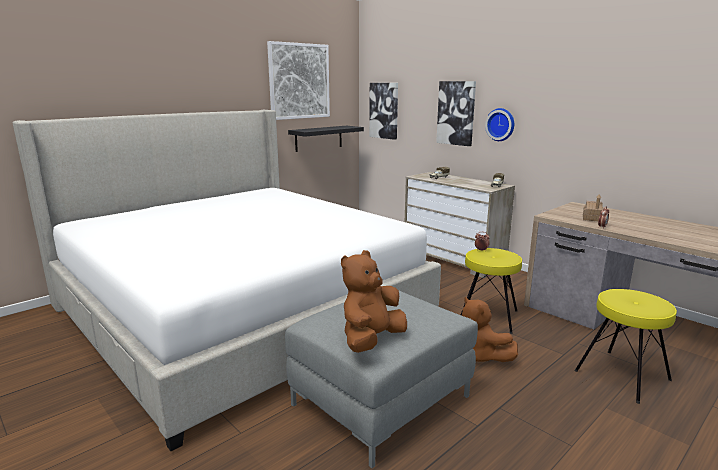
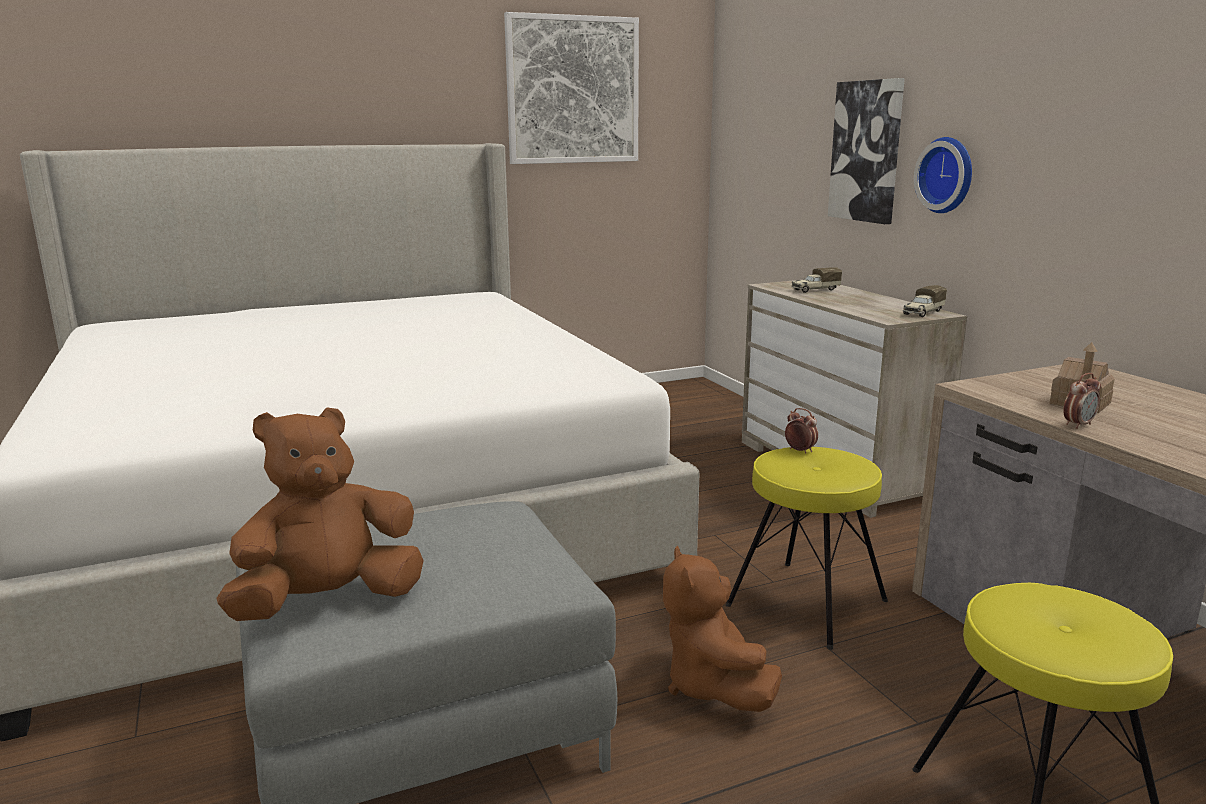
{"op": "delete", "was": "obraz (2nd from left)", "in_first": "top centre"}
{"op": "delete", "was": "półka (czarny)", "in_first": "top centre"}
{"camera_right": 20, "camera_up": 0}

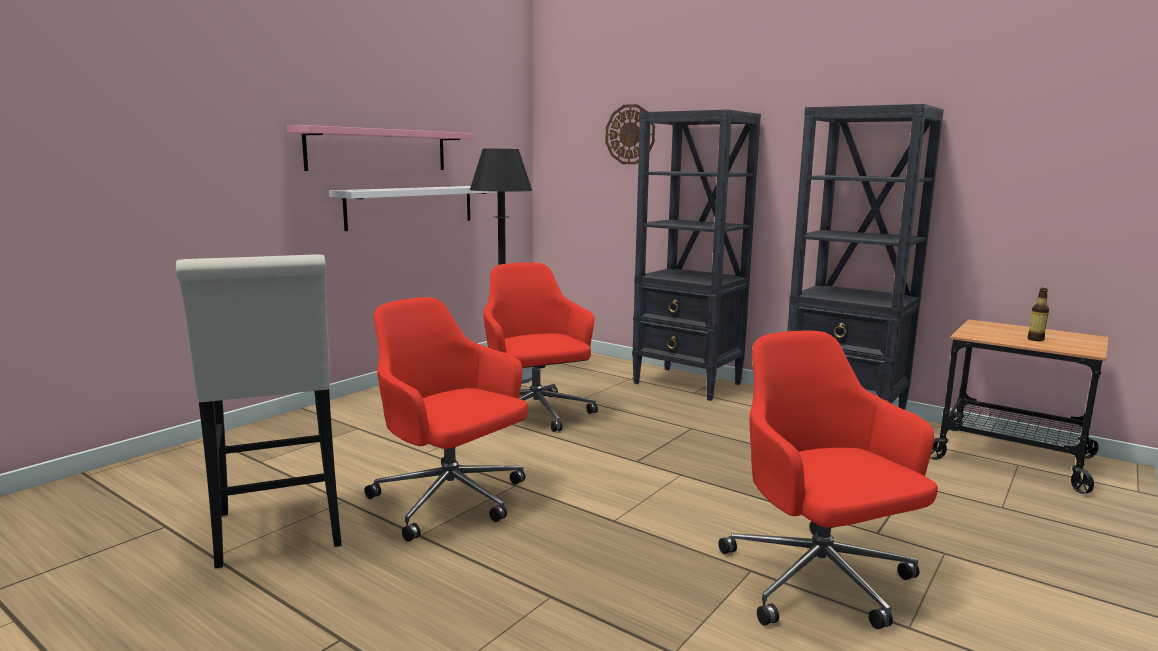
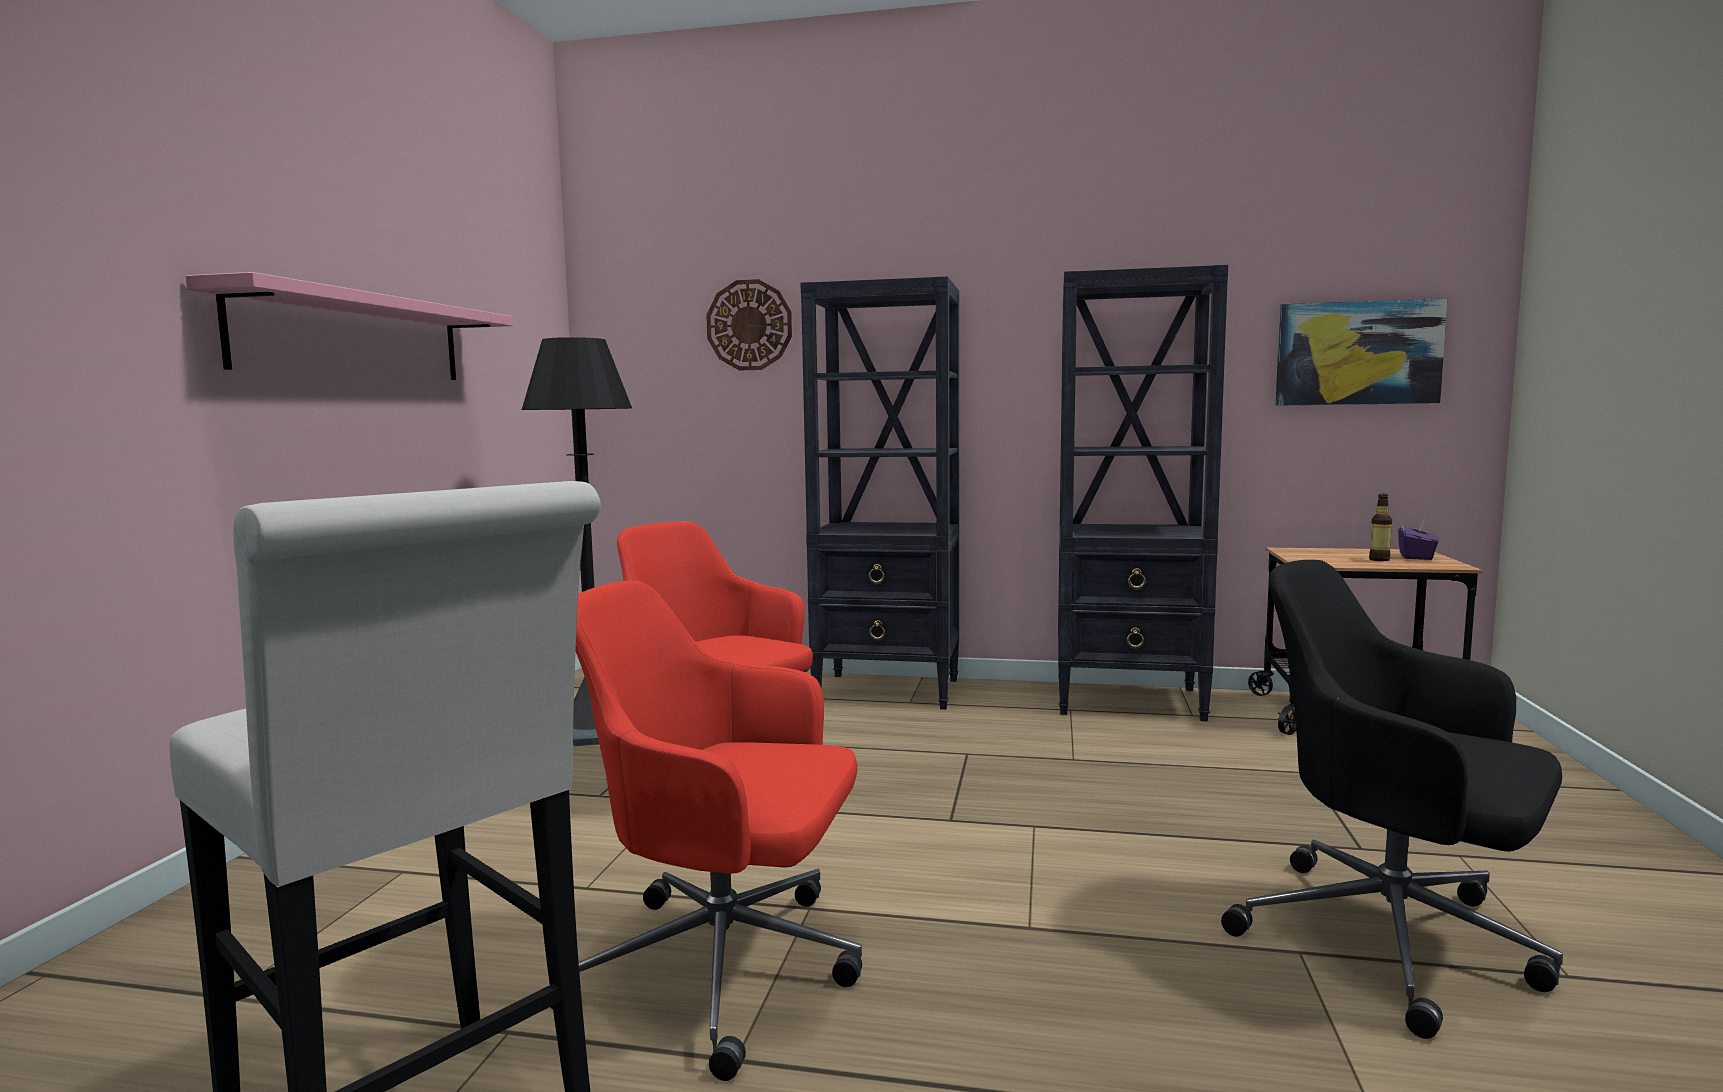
{"op": "delete", "was": "półka (biały)", "in_first": "top centre"}
{"op": "recolor", "was": "krzesło biurowe (czerwony) (3rd from left)", "now": "krzesło biurowe (czarny)", "in_first": "bottom right", "in_second": "bottom right"}
{"op": "insert", "now": "obraz", "in_second": "top right"}
{"op": "insert", "now": "pudełko chusteczek (fioletowy)", "in_second": "middle right"}
{"camera_right": -25, "camera_up": -5}

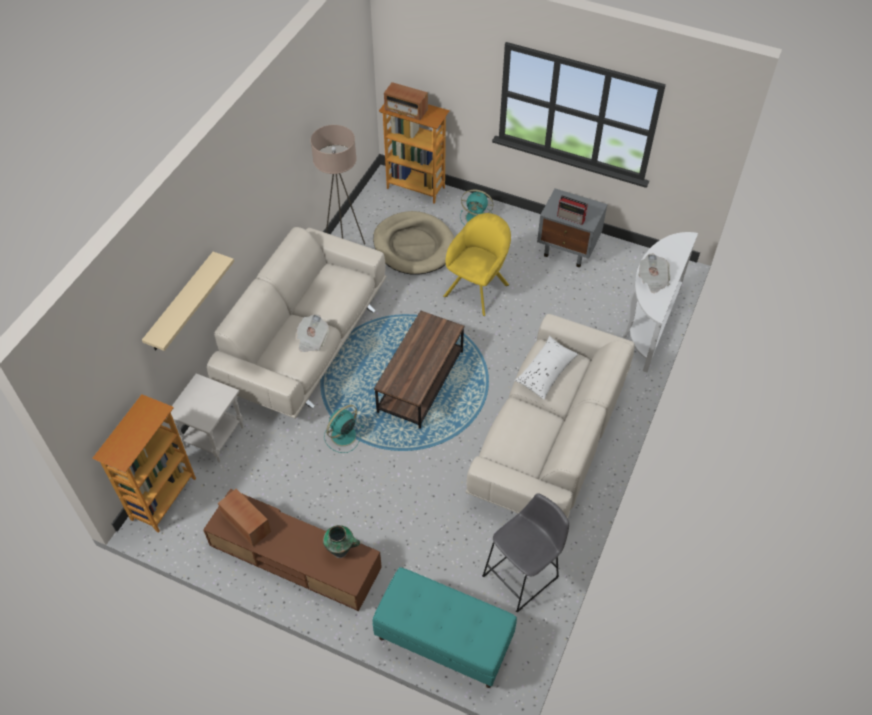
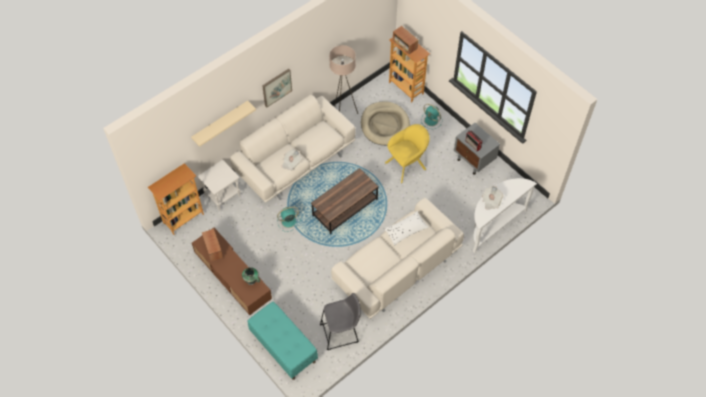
{"op": "insert", "now": "obraz", "in_second": "top centre"}
{"camera_right": 25, "camera_up": 5}

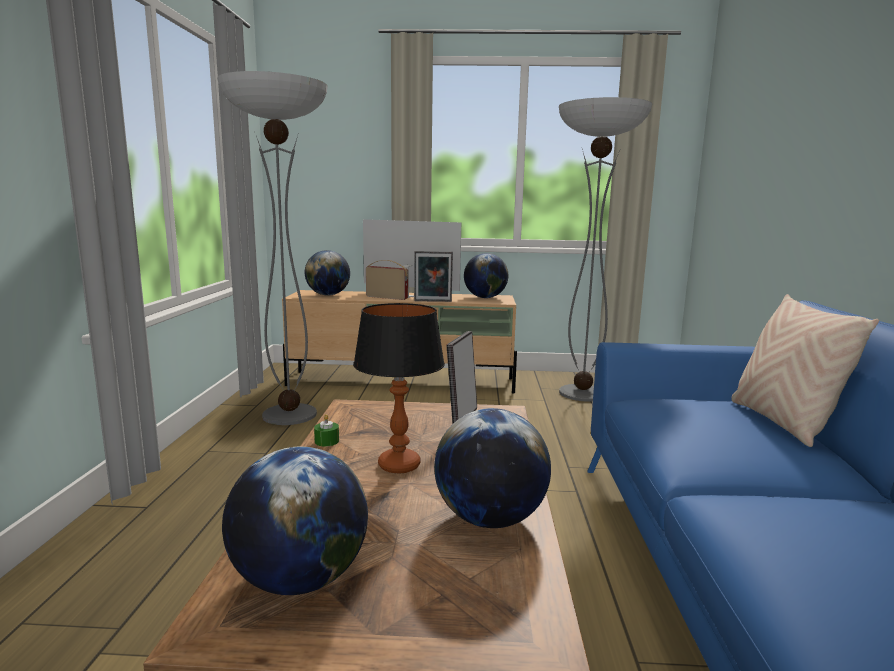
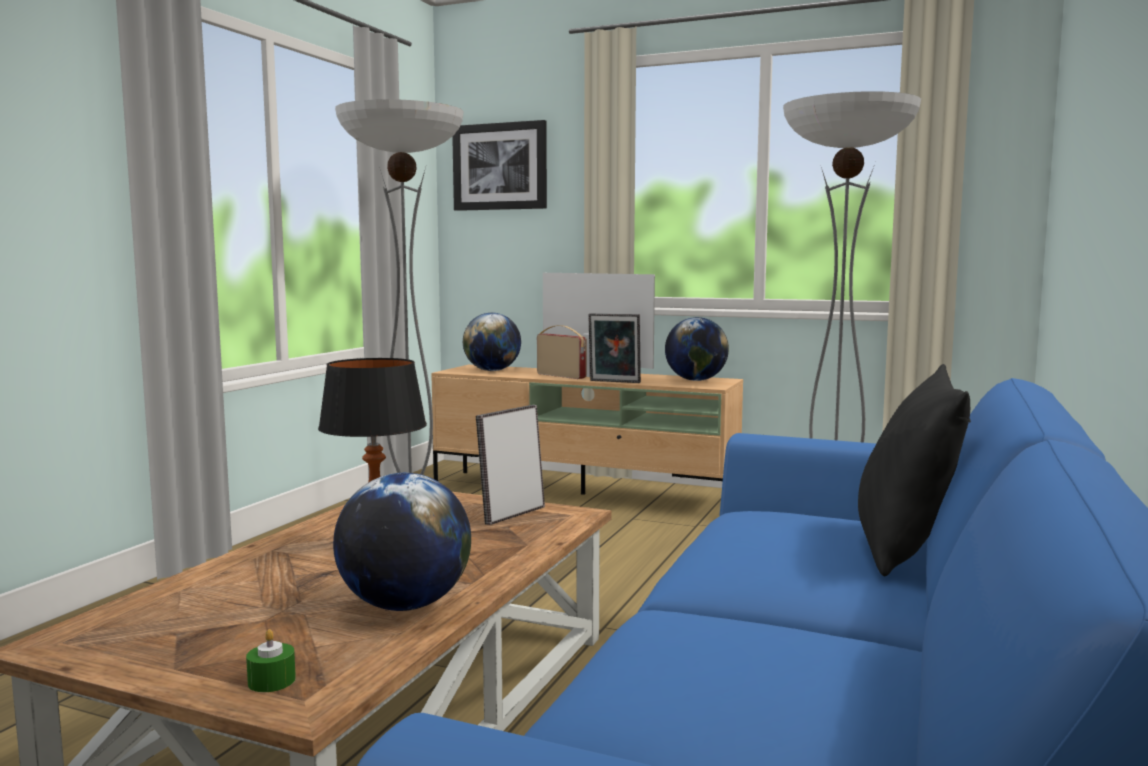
{"op": "recolor", "was": "poduszka (beżowy)", "now": "poduszka (czarny)", "in_first": "middle right", "in_second": "middle right"}
{"op": "move", "was": "świeca (zielony)", "in_first": "centre", "in_second": "bottom left"}
{"op": "delete", "was": "globus (1st from left)", "in_first": "bottom left"}
{"op": "insert", "now": "obraz", "in_second": "top centre"}
{"camera_right": 20, "camera_up": -5}

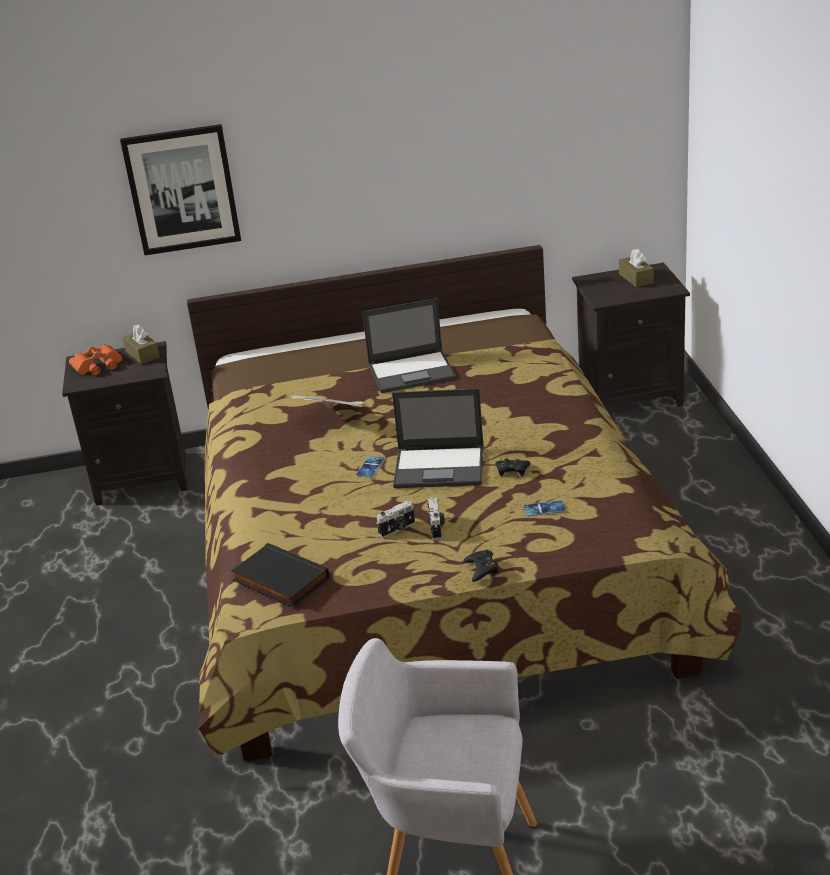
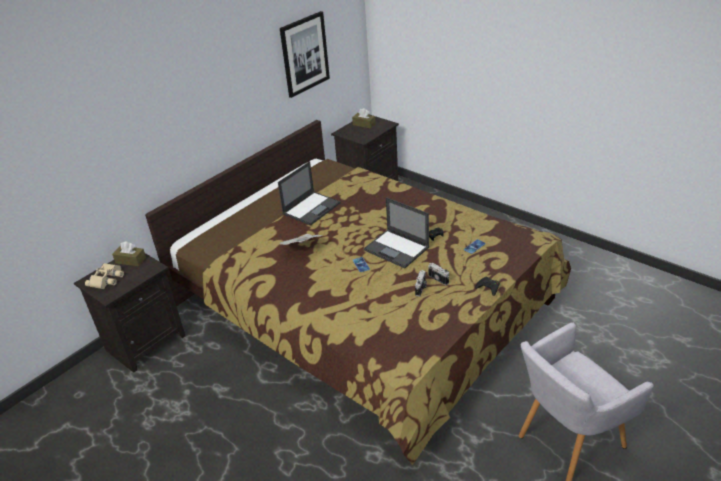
{"op": "move", "was": "obraz", "in_first": "top left", "in_second": "top centre"}
{"op": "recolor", "was": "lornetka (pomarańczowy)", "now": "lornetka (beżowy)", "in_first": "middle left", "in_second": "middle left"}
{"op": "rotate", "was": "laptop (2nd from left)", "in_first": "centre", "in_second": "centre", "clockwise": 75}
{"op": "delete", "was": "książka (czarny)", "in_first": "centre"}
{"camera_right": -40, "camera_up": 5}

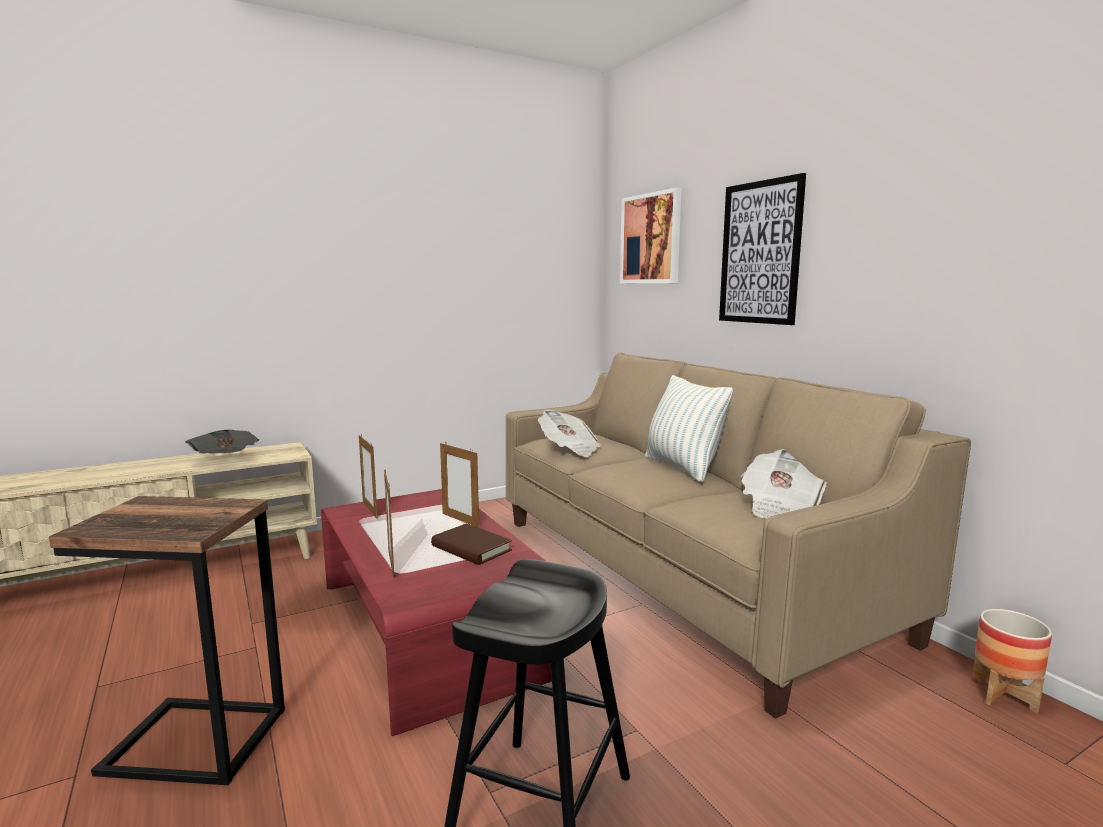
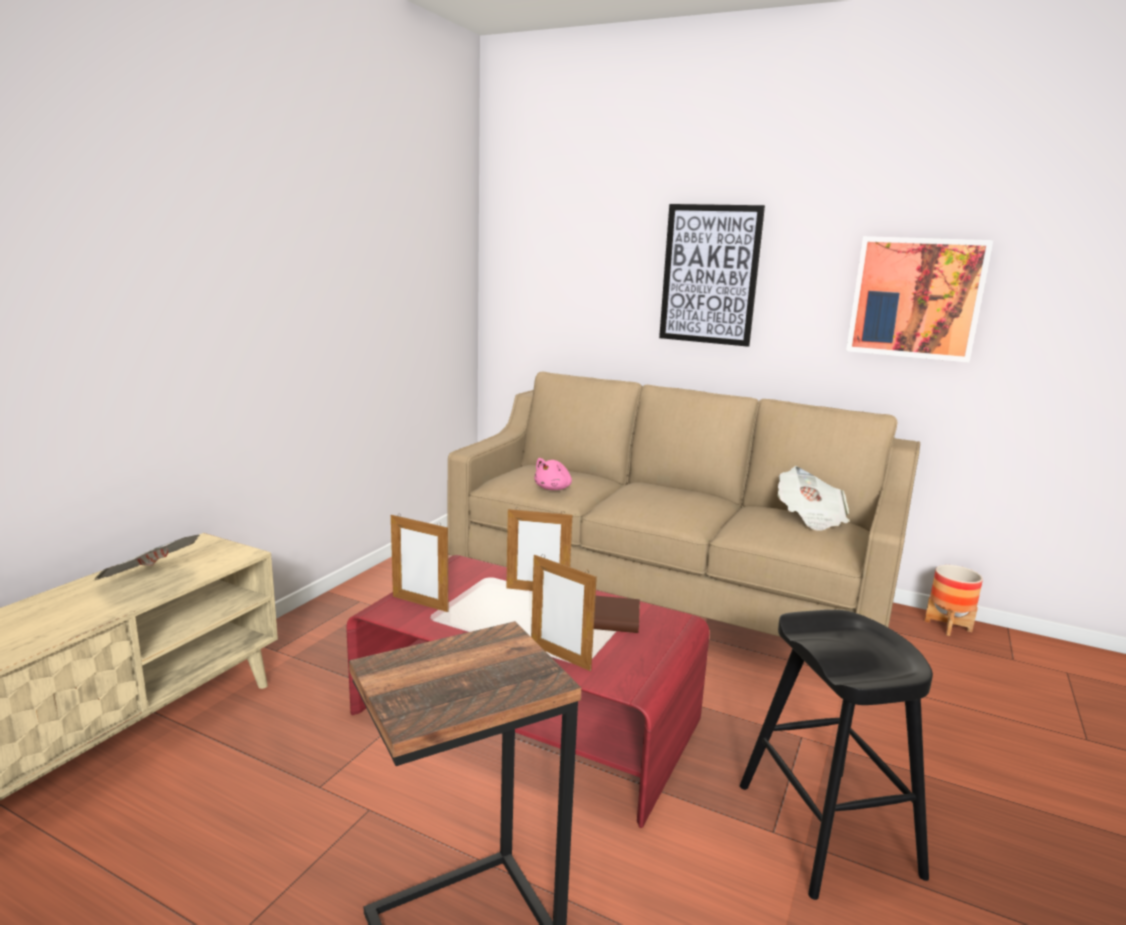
{"op": "move", "was": "obraz (1st from left in the first image)", "now": "obraz (2nd from left)", "in_first": "top centre", "in_second": "top right"}
{"op": "delete", "was": "poduszka", "in_first": "centre"}
{"op": "replace", "was": "gazeta (2nd from left)", "now": "pluszak (różowy)", "in_first": "centre", "in_second": "centre"}
{"camera_right": -35, "camera_up": 5}

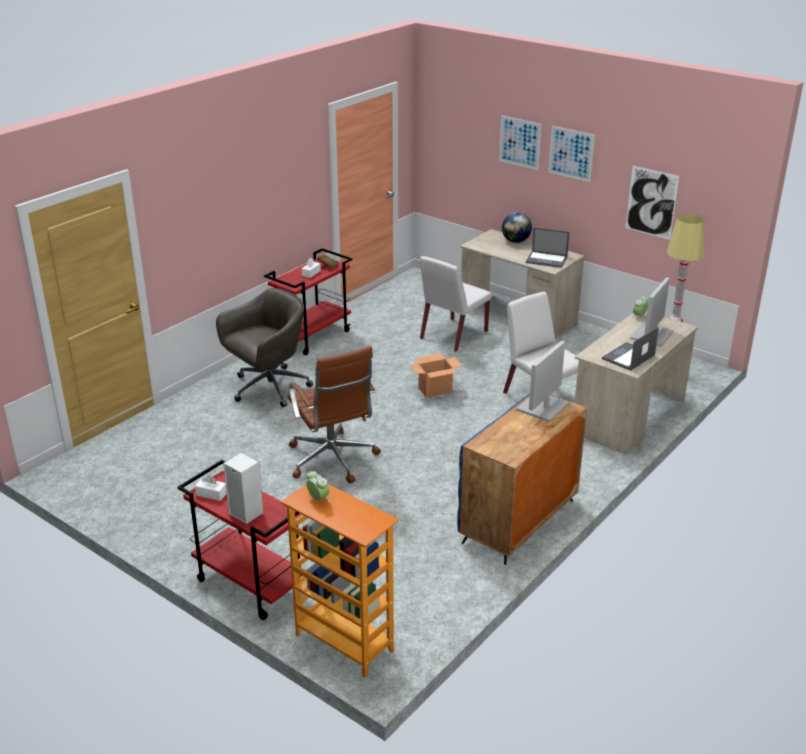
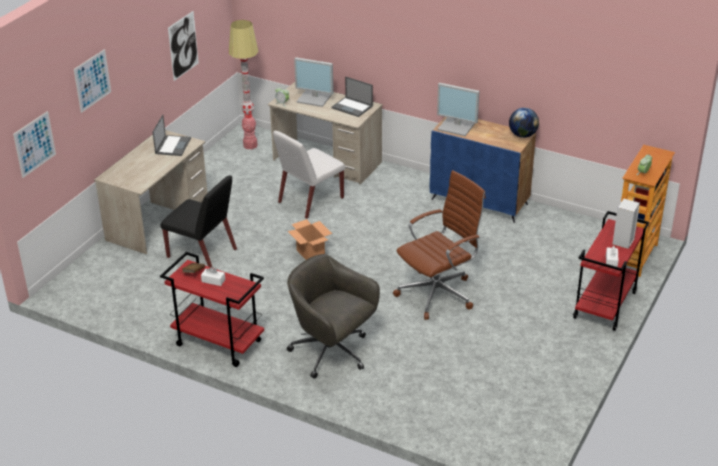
{"op": "move", "was": "obraz (2nd from left in the first image)", "now": "obraz (1st from left)", "in_first": "top right", "in_second": "top left"}
{"op": "move", "was": "globus", "in_first": "top centre", "in_second": "top right"}
{"op": "recolor", "was": "krzesło (biały) (1st from left)", "now": "krzesło (czarny)", "in_first": "centre", "in_second": "middle left"}
{"camera_right": -100, "camera_up": 5}

